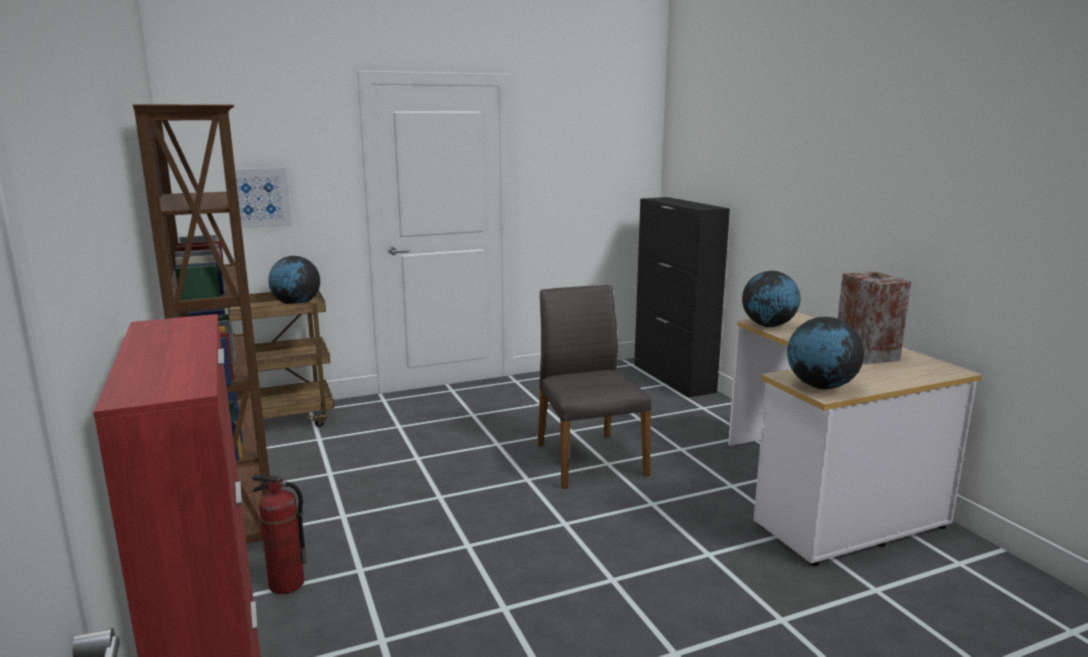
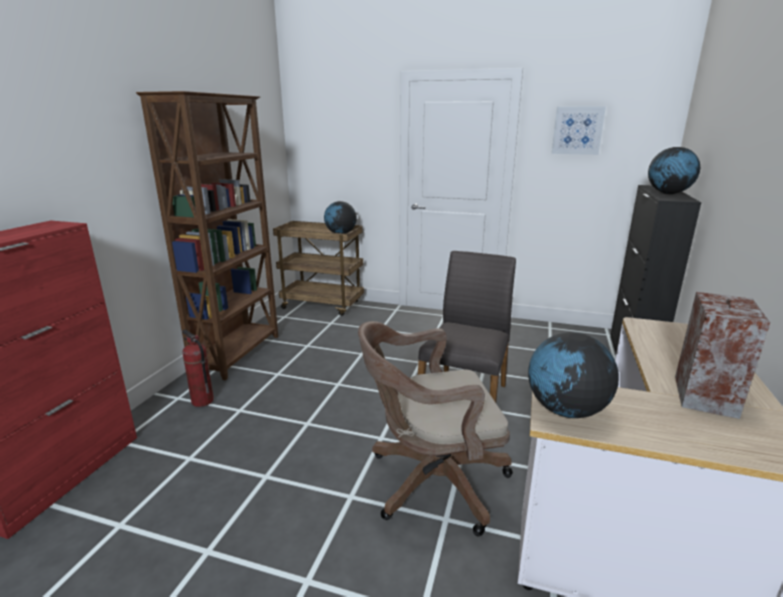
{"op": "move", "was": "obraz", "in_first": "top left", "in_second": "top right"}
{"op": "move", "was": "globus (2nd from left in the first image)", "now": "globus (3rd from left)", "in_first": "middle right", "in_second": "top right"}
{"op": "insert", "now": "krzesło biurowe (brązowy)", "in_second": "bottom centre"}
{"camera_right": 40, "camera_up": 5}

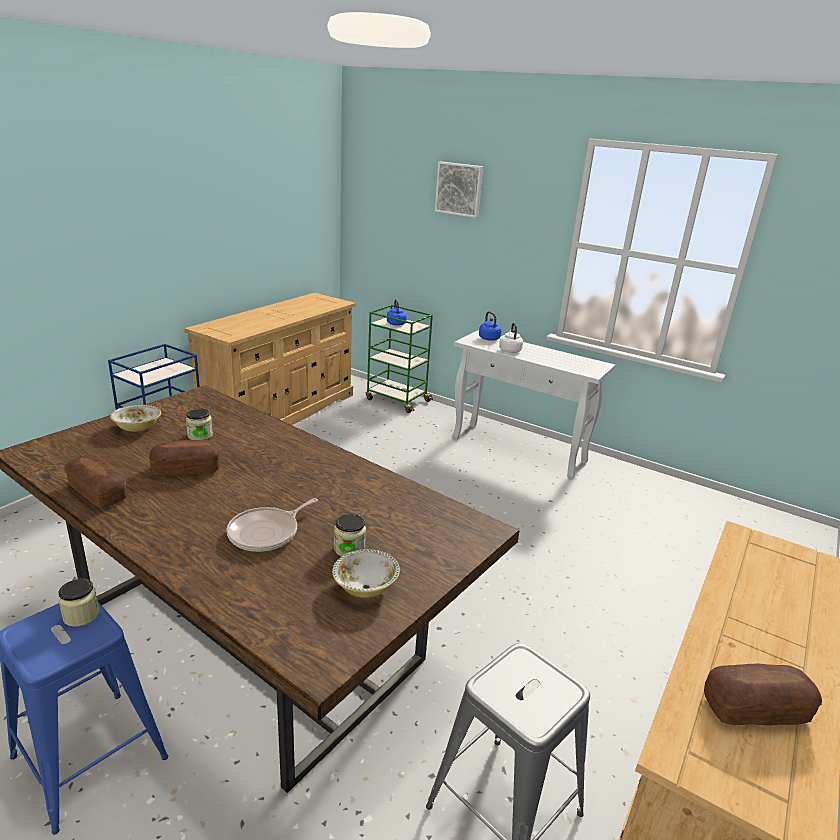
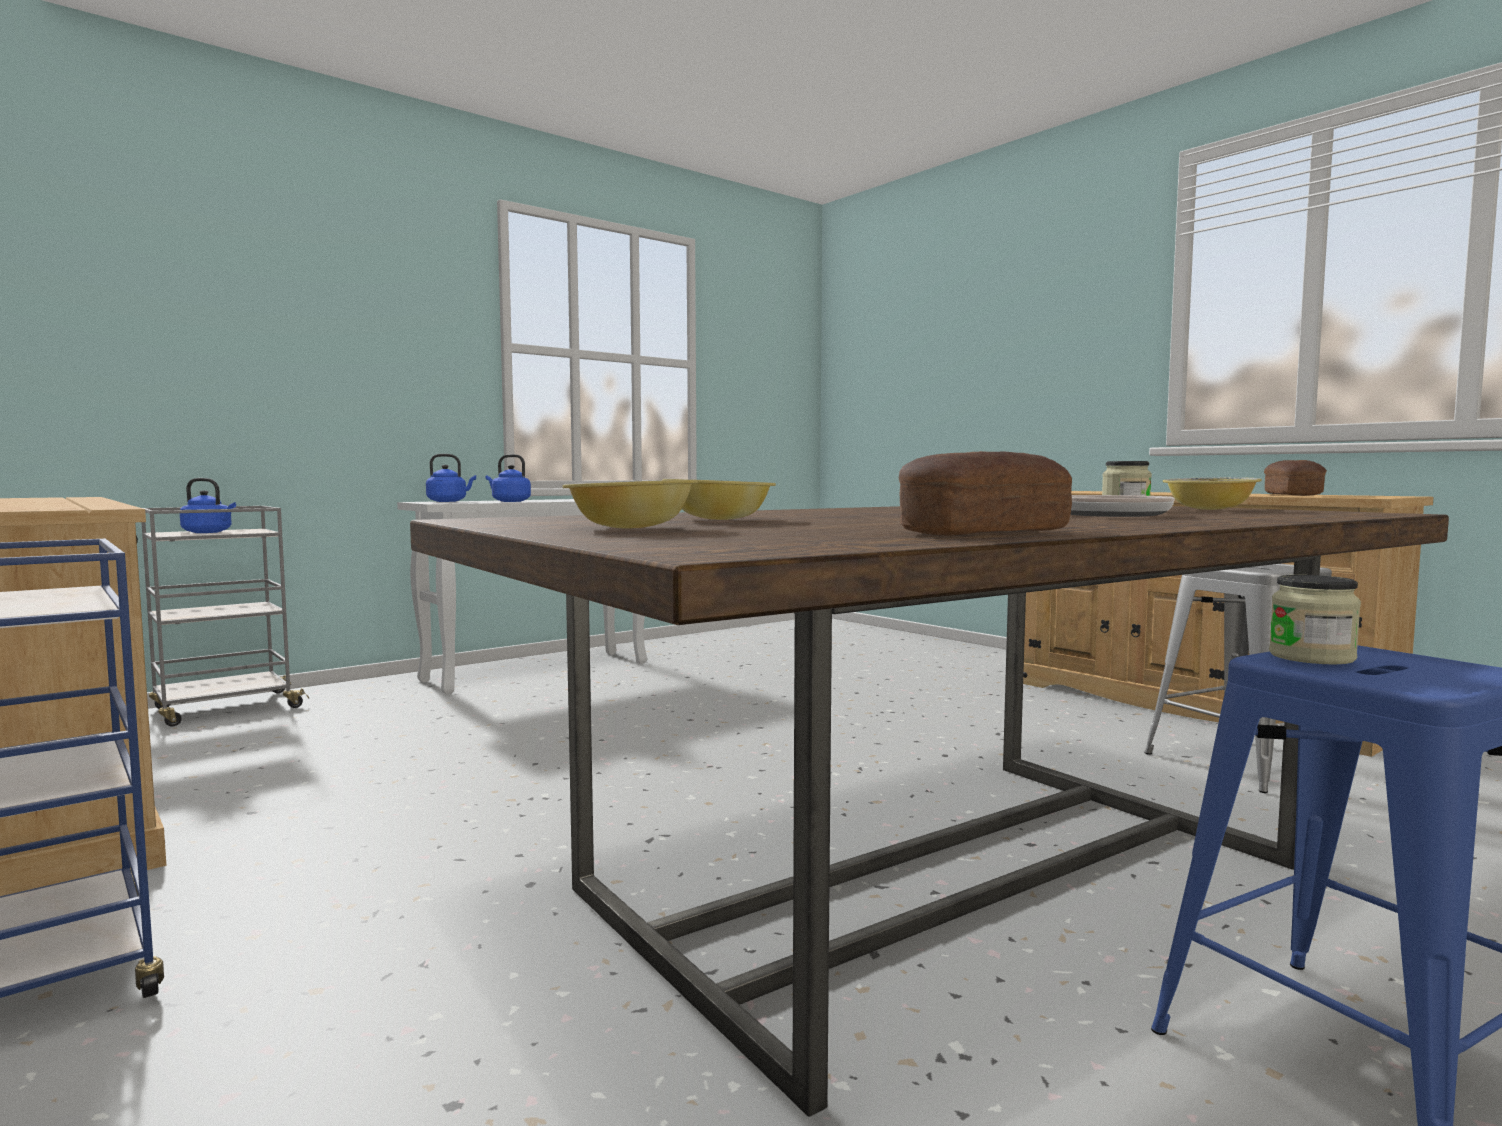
{"op": "delete", "was": "obraz", "in_first": "top centre"}
{"op": "recolor", "was": "wózek (zielony)", "now": "wózek (szary)", "in_first": "centre", "in_second": "middle left"}
{"op": "recolor", "was": "czajnik (biały)", "now": "czajnik (niebieski) (3rd from left)", "in_first": "centre", "in_second": "centre"}
{"op": "replace", "was": "słoik (2nd from left)", "now": "miska (2nd from left)", "in_first": "middle left", "in_second": "centre"}
{"op": "delete", "was": "chleb (2nd from left)", "in_first": "middle left"}
{"camera_right": -70, "camera_up": -20}

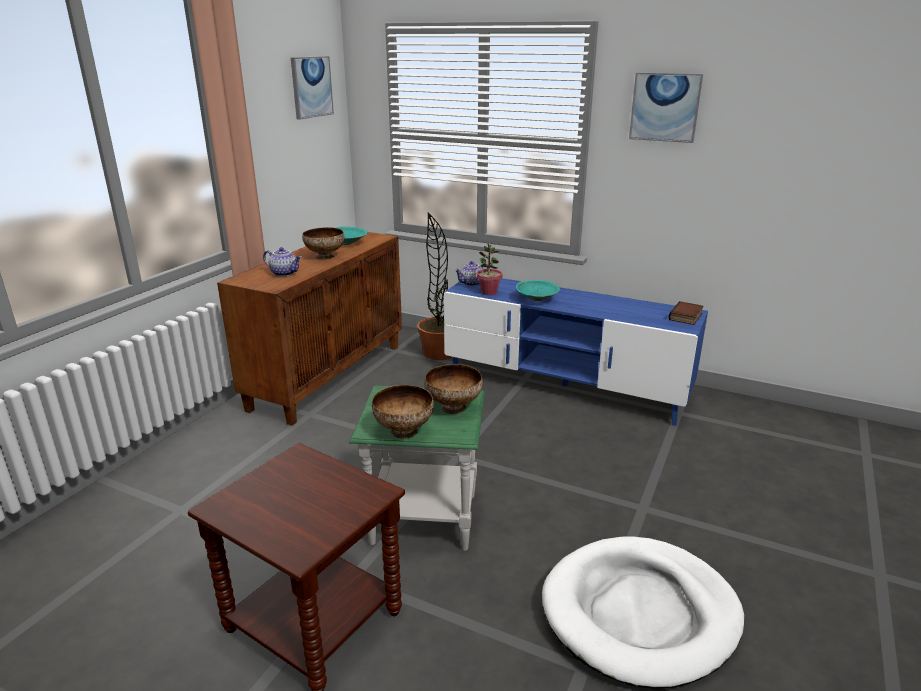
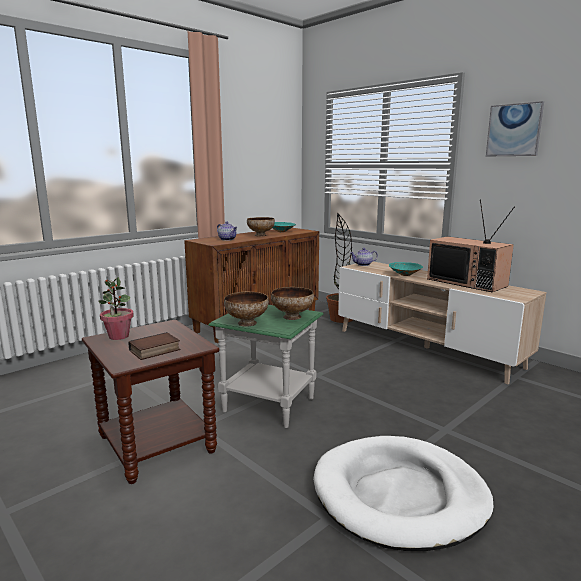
{"op": "delete", "was": "obraz (1st from left)", "in_first": "top centre"}
{"op": "move", "was": "roślina doniczkowa (2nd from left in the first image)", "now": "roślina doniczkowa (1st from left)", "in_first": "centre", "in_second": "middle left"}
{"op": "recolor", "was": "szafka pod telewizor (niebieski)", "now": "szafka pod telewizor (beżowy)", "in_first": "centre", "in_second": "middle right"}
{"op": "move", "was": "książka", "in_first": "middle right", "in_second": "middle left"}
{"op": "insert", "now": "telewizor", "in_second": "middle right"}
{"camera_right": 20, "camera_up": -10}

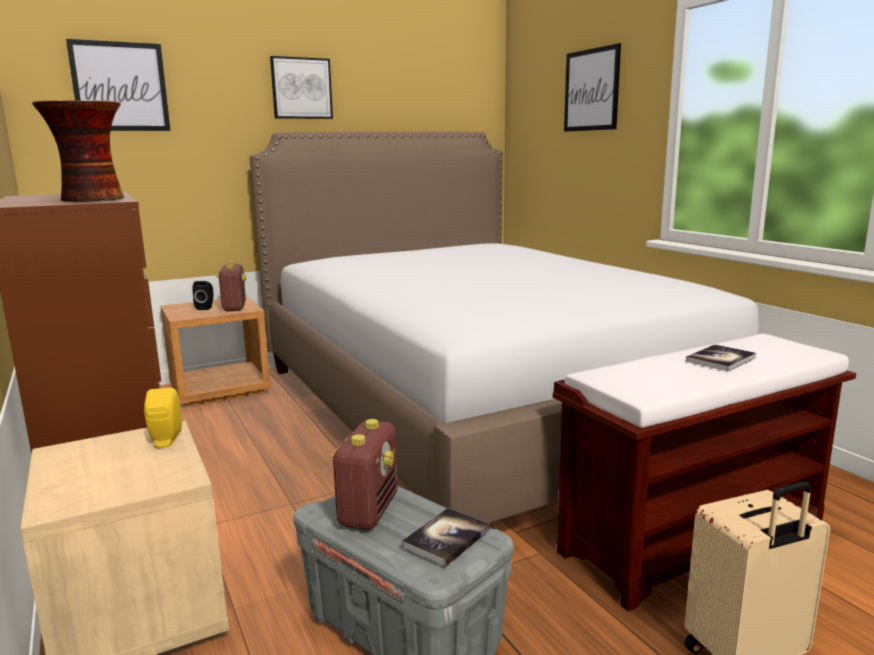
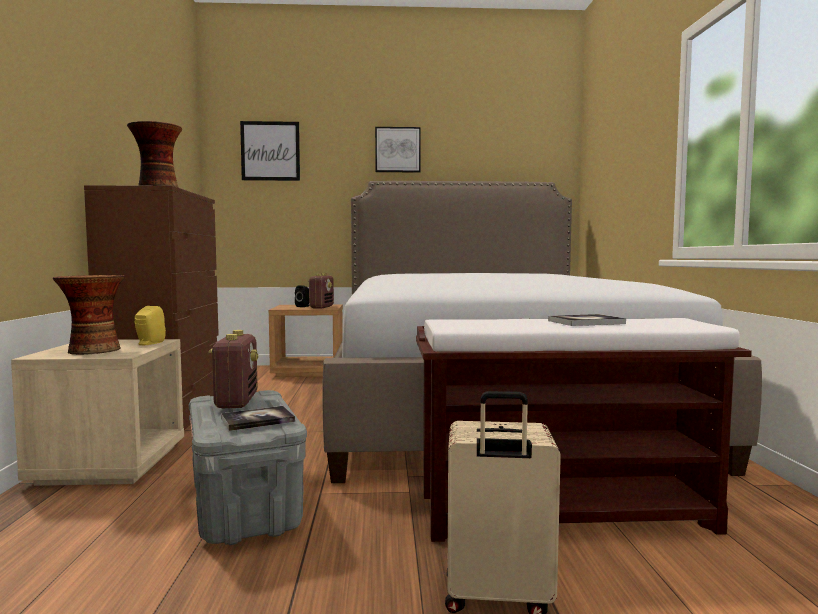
{"op": "delete", "was": "obraz (3rd from left)", "in_first": "top right"}
{"op": "rotate", "was": "radio (2nd from left in the first image)", "in_first": "bottom centre", "in_second": "middle left", "clockwise": -45}
{"op": "insert", "now": "wazon (1st from left)", "in_second": "middle left"}
{"camera_right": 25, "camera_up": -10}

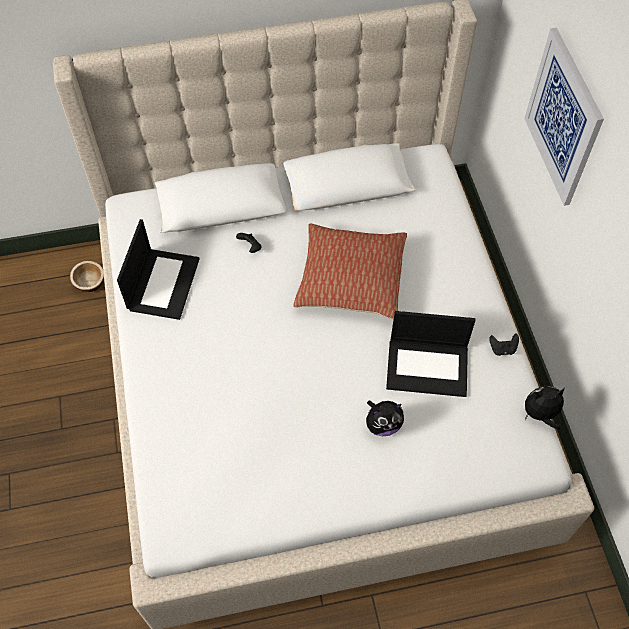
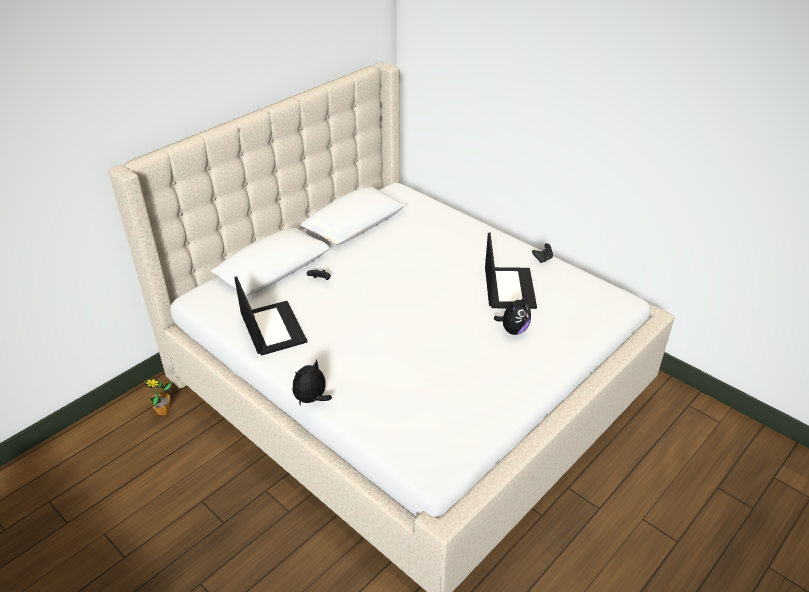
{"op": "delete", "was": "obraz", "in_first": "top right"}
{"op": "delete", "was": "poduszka", "in_first": "centre"}
{"op": "replace", "was": "miska", "now": "roślina doniczkowa", "in_first": "middle left", "in_second": "bottom left"}
{"op": "rotate", "was": "laptop (2nd from left)", "in_first": "middle right", "in_second": "centre", "clockwise": -60}
{"op": "move", "was": "pluszak (2nd from left in the first image)", "now": "pluszak (1st from left)", "in_first": "middle right", "in_second": "centre"}
{"camera_right": -35, "camera_up": -20}

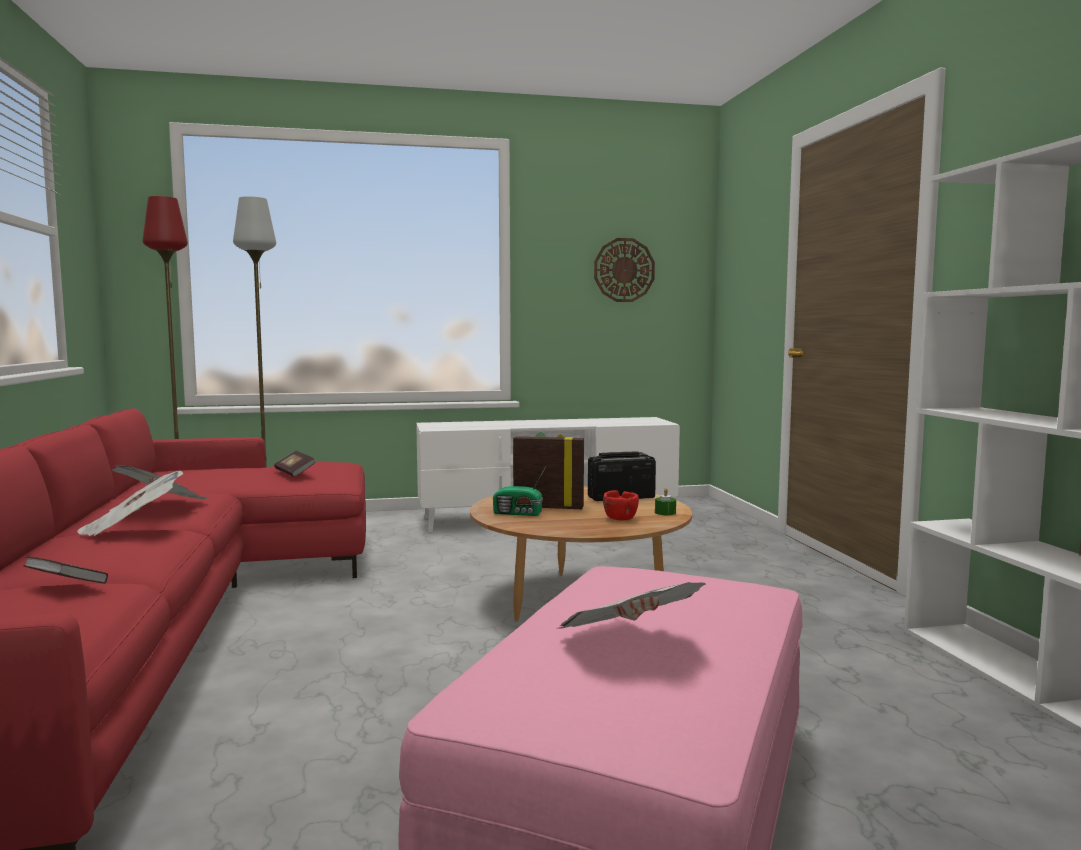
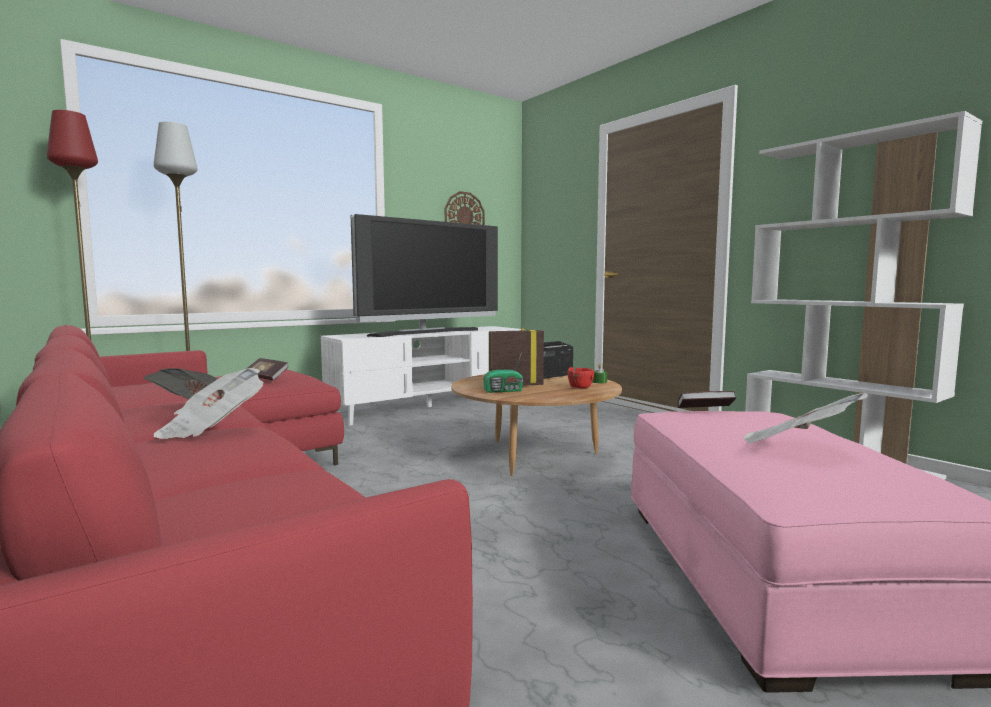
{"op": "move", "was": "książka (1st from left in the first image)", "now": "książka (2nd from left)", "in_first": "bottom left", "in_second": "middle right"}
{"op": "insert", "now": "telewizor", "in_second": "centre"}
{"camera_right": -25, "camera_up": 0}

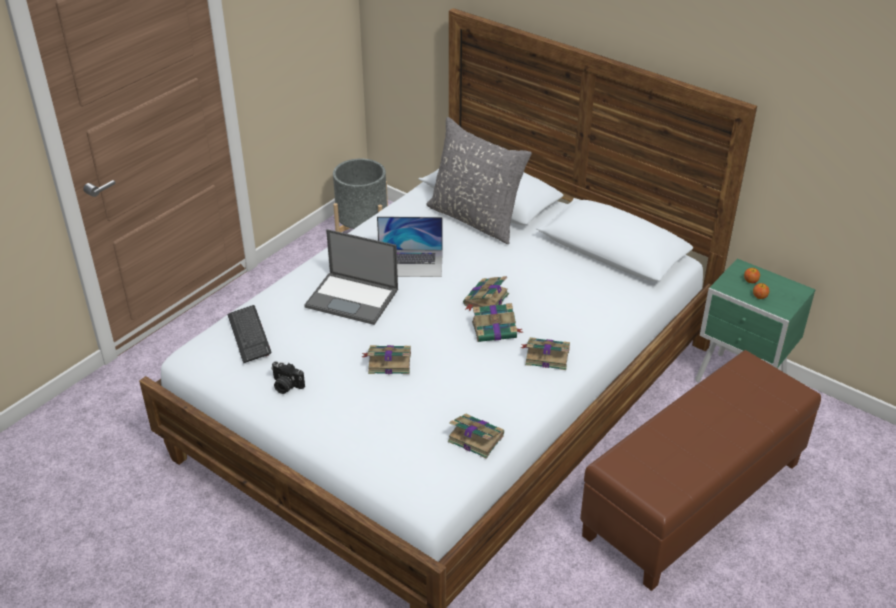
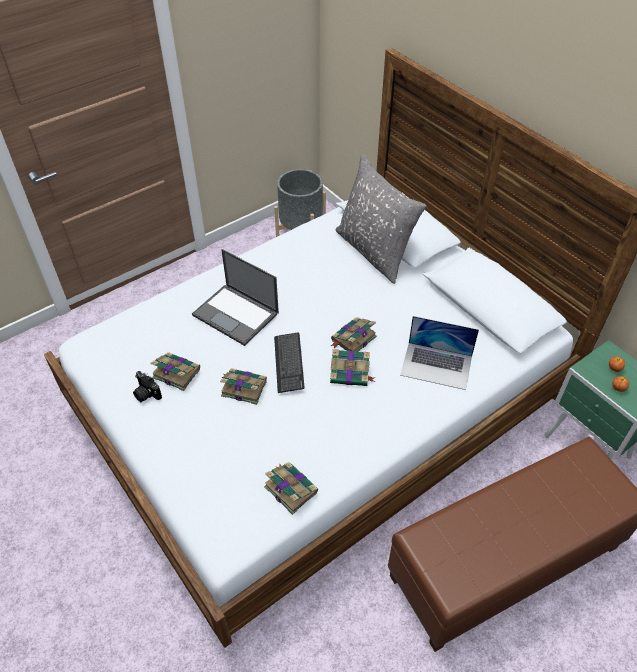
{"op": "move", "was": "laptop (2nd from left)", "in_first": "centre", "in_second": "middle right"}
{"op": "move", "was": "klawiatura", "in_first": "middle left", "in_second": "centre"}
{"op": "move", "was": "książka (5th from left in the first image)", "now": "książka (1st from left)", "in_first": "centre", "in_second": "middle left"}
{"camera_right": 15, "camera_up": 10}

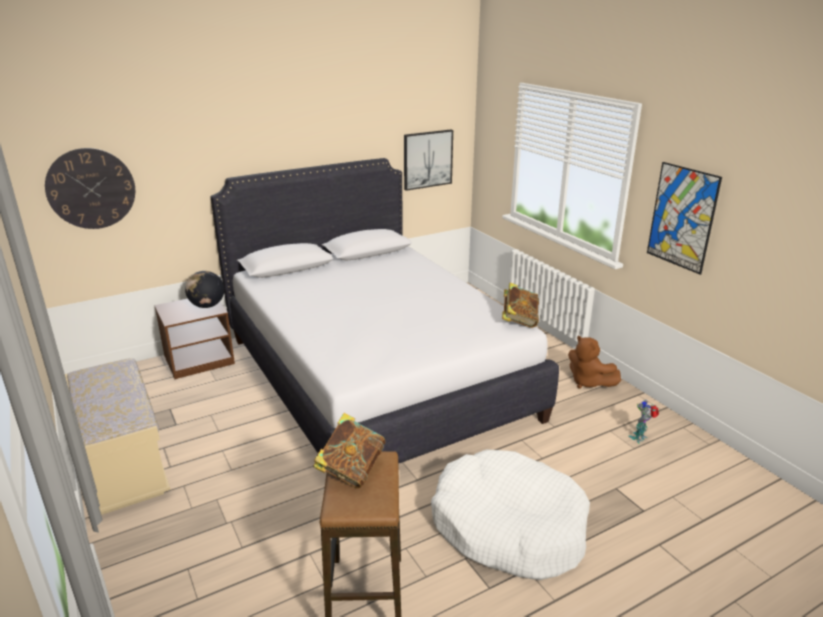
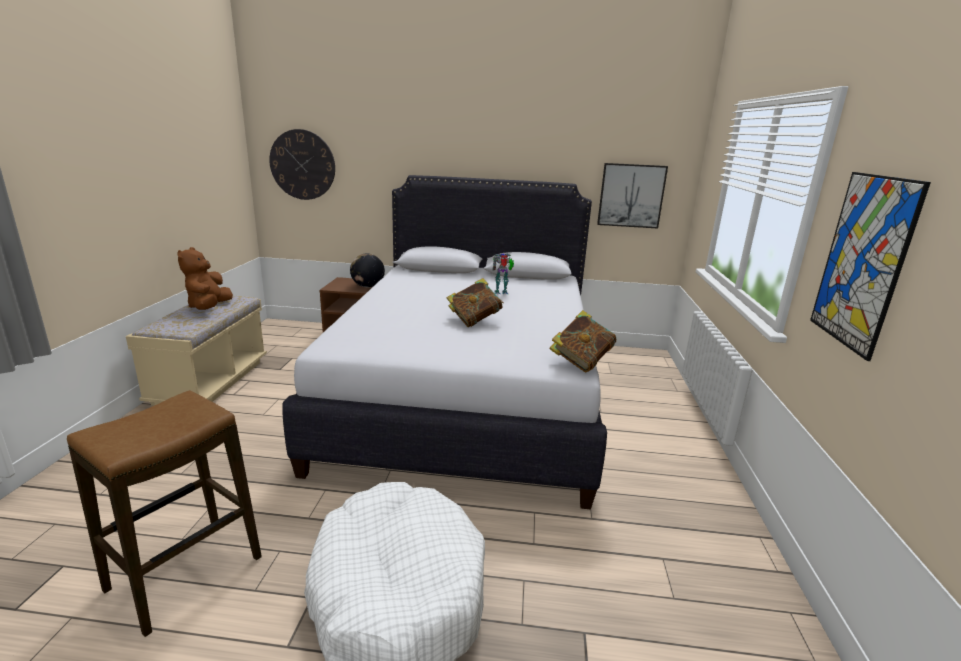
{"op": "move", "was": "pluszak (brązowy)", "in_first": "middle right", "in_second": "middle left"}
{"op": "move", "was": "robot zabawkowy", "in_first": "bottom right", "in_second": "centre"}
{"op": "move", "was": "książka (1st from left)", "in_first": "bottom centre", "in_second": "centre"}
{"camera_right": 35, "camera_up": -5}

